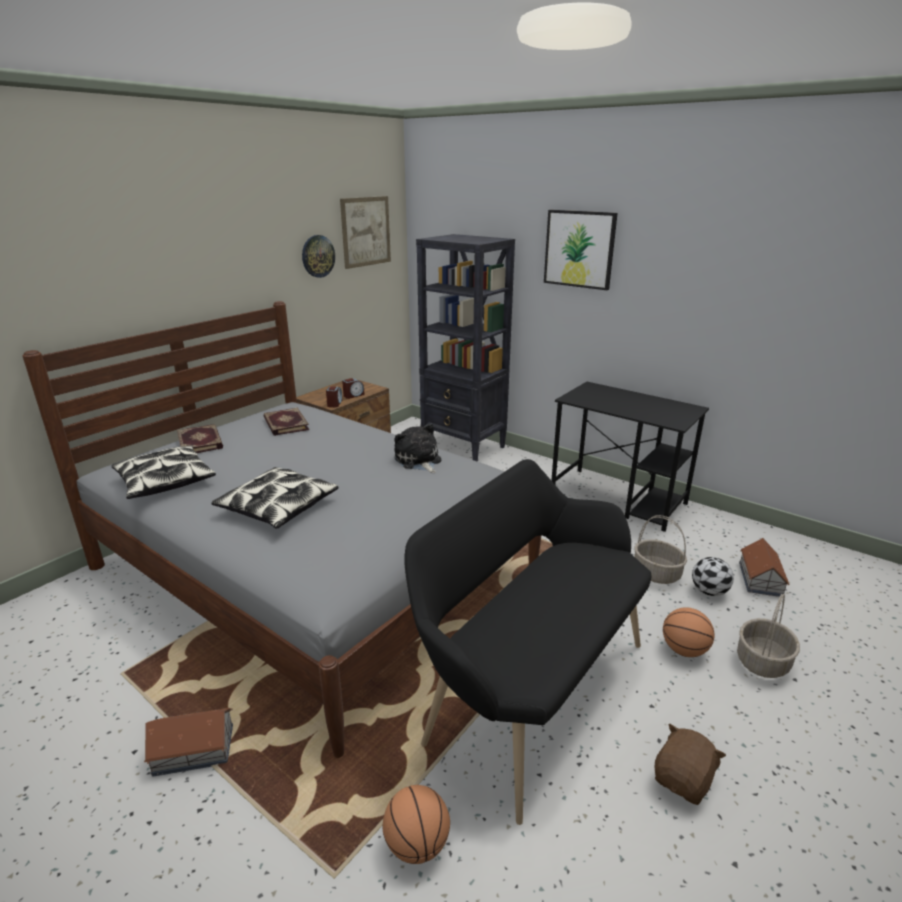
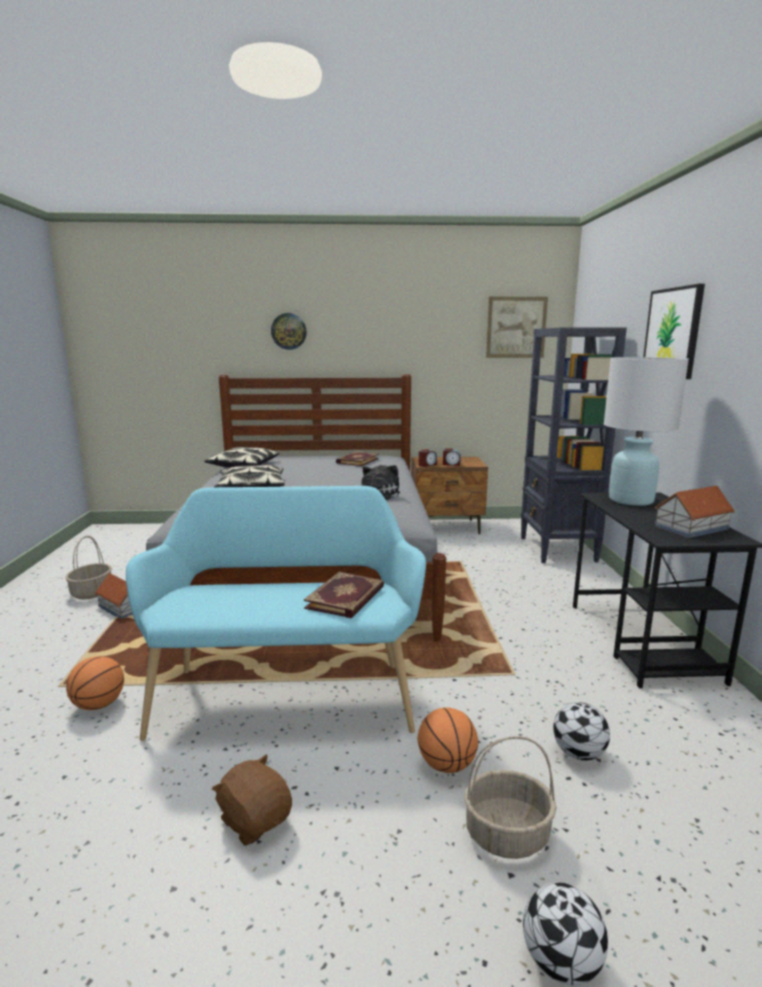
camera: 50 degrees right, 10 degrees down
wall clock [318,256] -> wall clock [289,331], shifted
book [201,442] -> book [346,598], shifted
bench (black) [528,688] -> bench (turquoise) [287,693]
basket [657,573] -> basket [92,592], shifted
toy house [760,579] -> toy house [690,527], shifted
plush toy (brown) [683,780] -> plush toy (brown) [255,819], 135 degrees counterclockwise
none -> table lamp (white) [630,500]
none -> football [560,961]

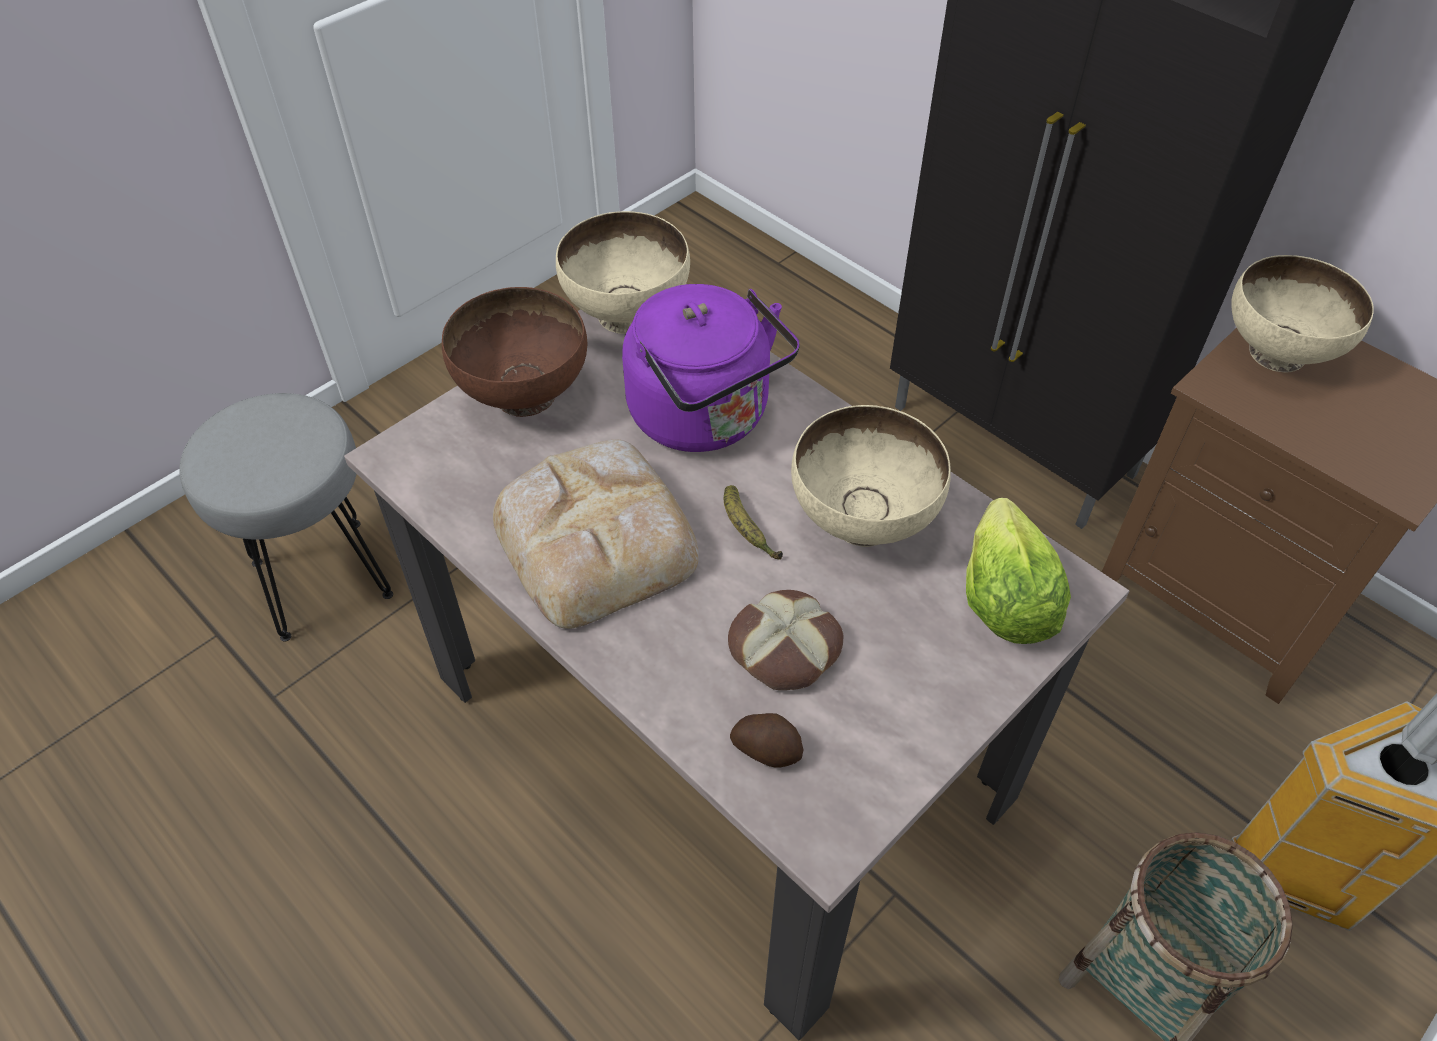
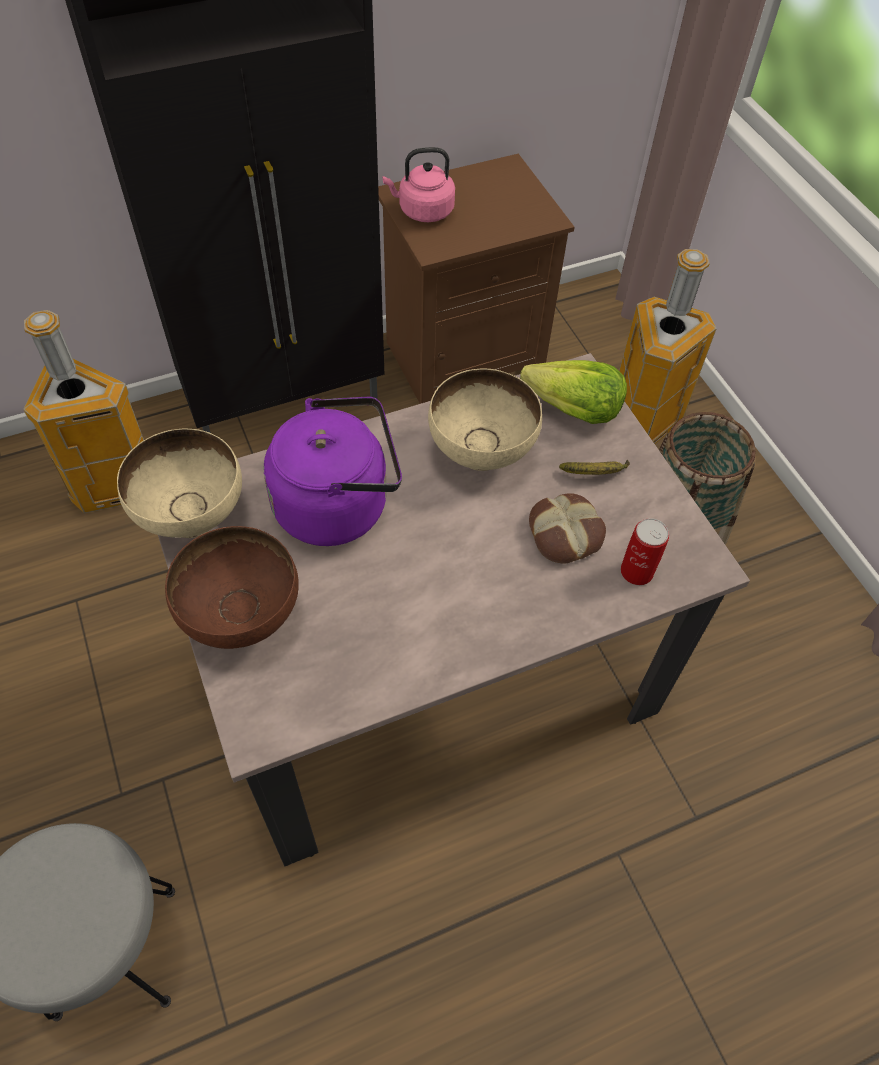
camera: 70 degrees left, 5 degrees up
bowl (beige) [1275,354] -> kettle (pink) [423,211]
bread [596,537] -> none
banana [746,530] -> banana [595,474], shifted
potato [767,748] -> can [636,571]
none -> trash can [116,486]

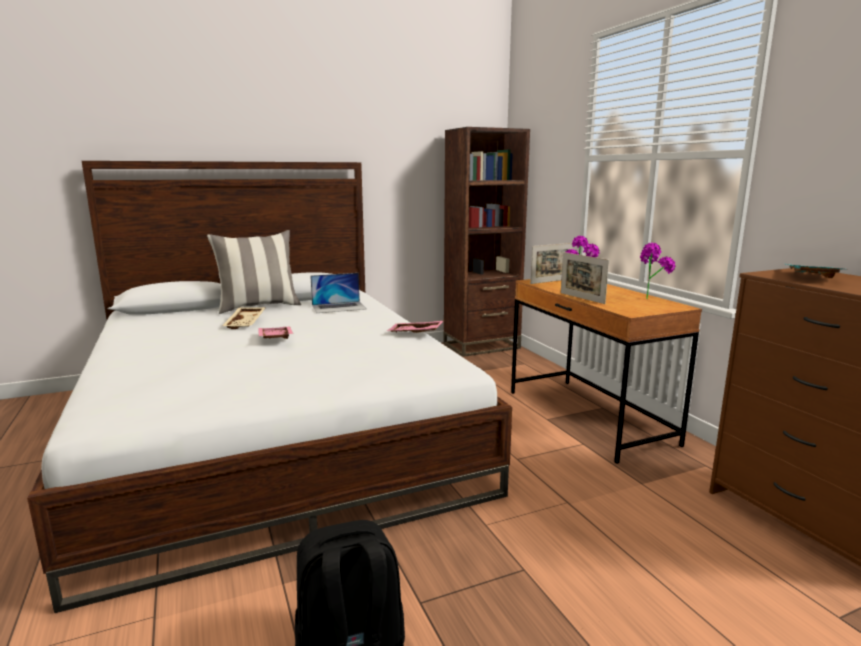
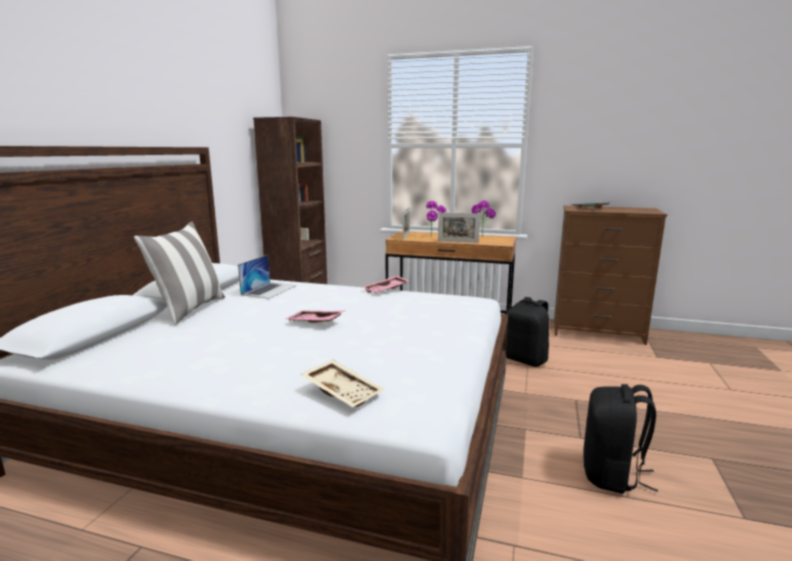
camera: 50 degrees left, 0 degrees up
tray (beige) [246,323] -> tray (beige) [343,391], shifted
none -> backpack (black) [525,359]

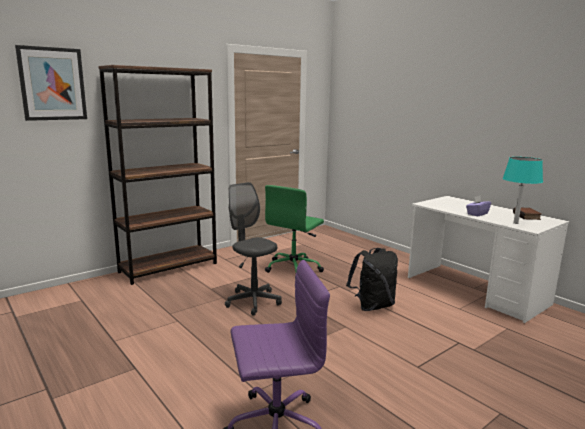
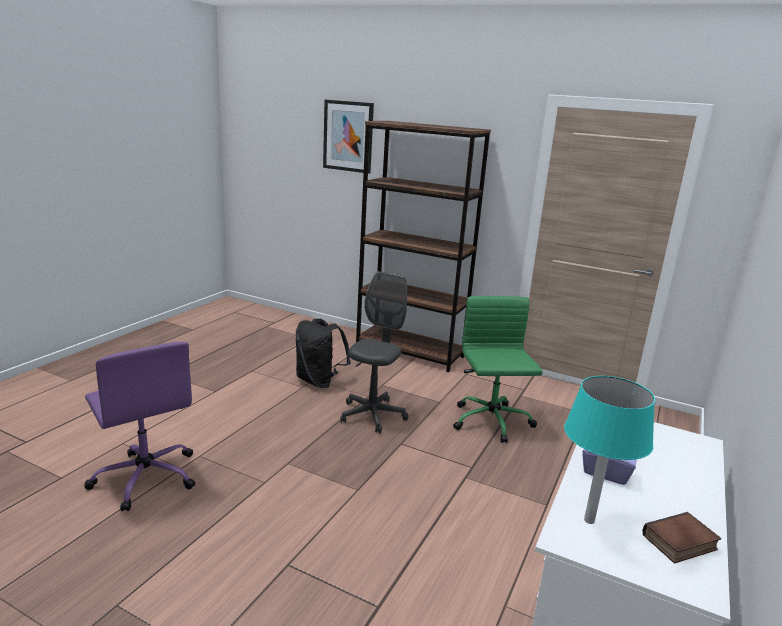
camera: 65 degrees right, 5 degrees up
office chair (green) [294,268] -> office chair (green) [491,422], 75 degrees clockwise
backpack (black) [372,306] -> backpack (black) [319,381], shifted

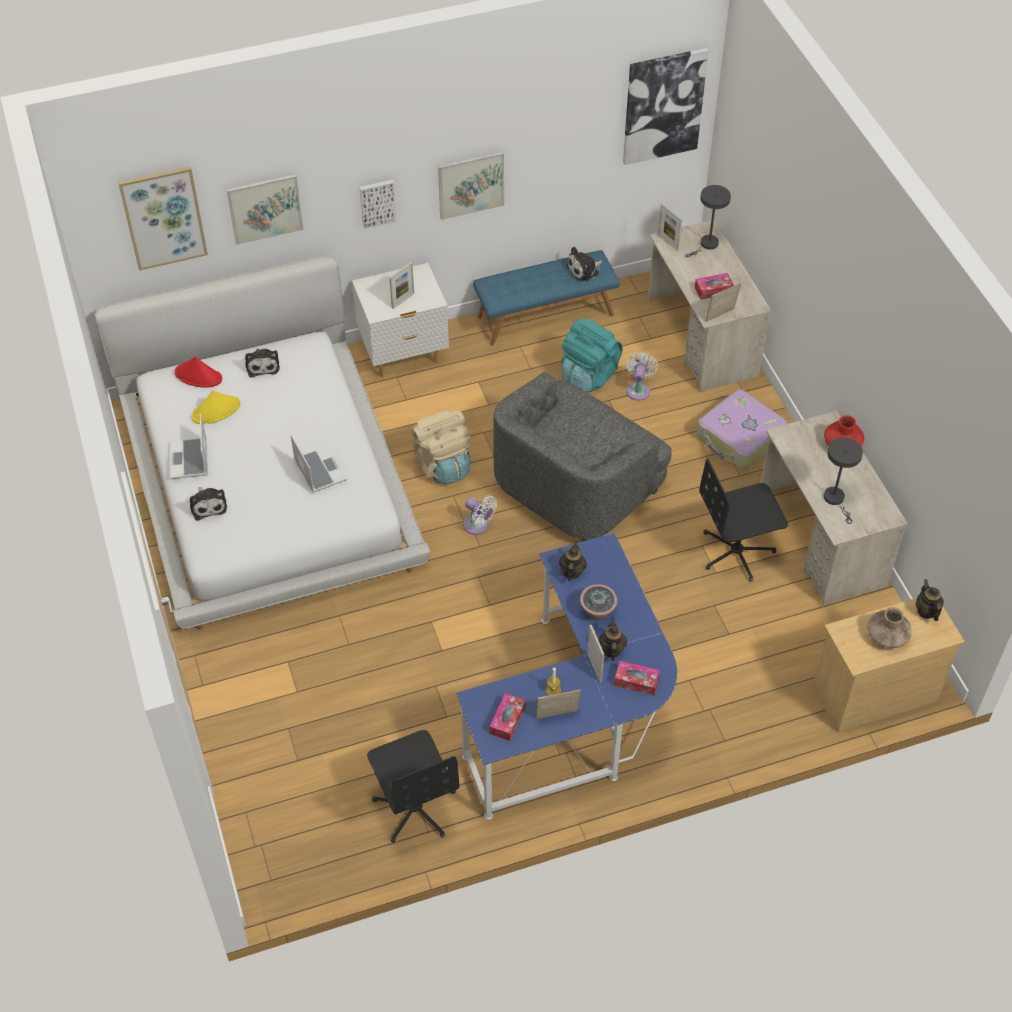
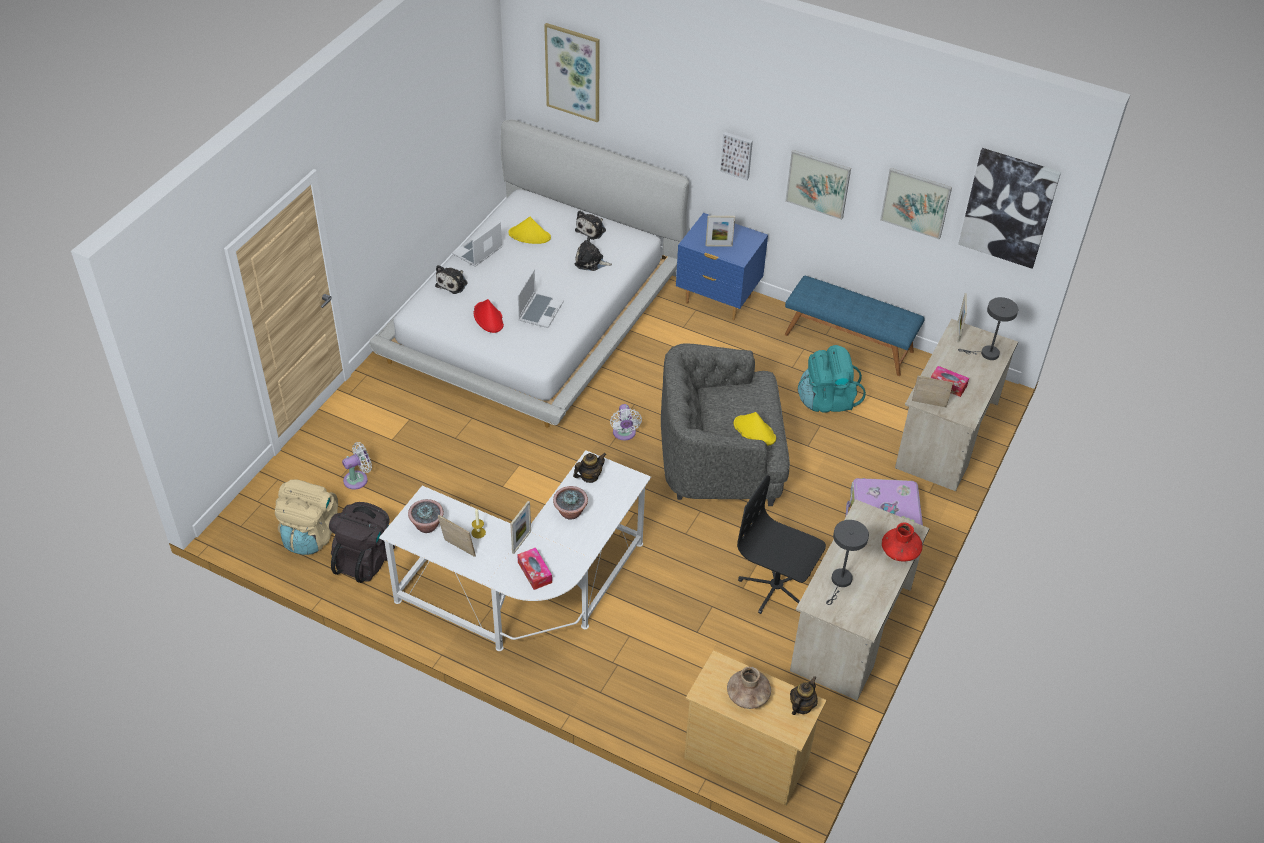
camera: 45 degrees right, 5 degrees down
picture [265,208] -> picture [915,203], shifted
plush toy [584,270] -> plush toy [591,262], shifted
nightstand (white) [403,355] -> nightstand (blue) [718,300]
fan (white) [638,389] -> fan (white) [358,479], shifted
hat (red) [198,376] -> hat (red) [488,318], shifted
backpack (beige) [443,465] -> backpack (beige) [310,535], shifted
desk (blue) [578,716] -> desk (white) [528,594]
teapot [611,650] -> none
tissue box [507,720] -> potted plant [427,526]
office chair (black) [415,807] -> backpack (black) [365,558]
none -> hat (yellow) [754,431]

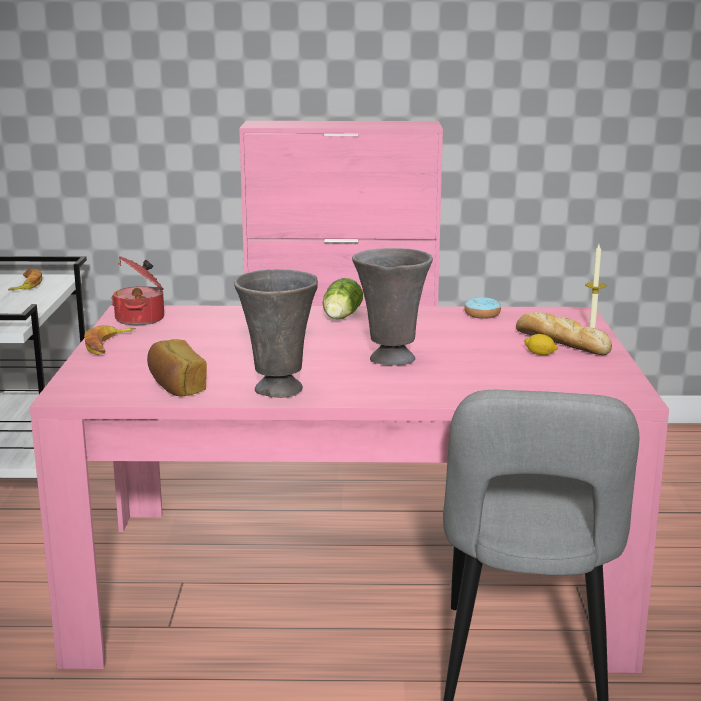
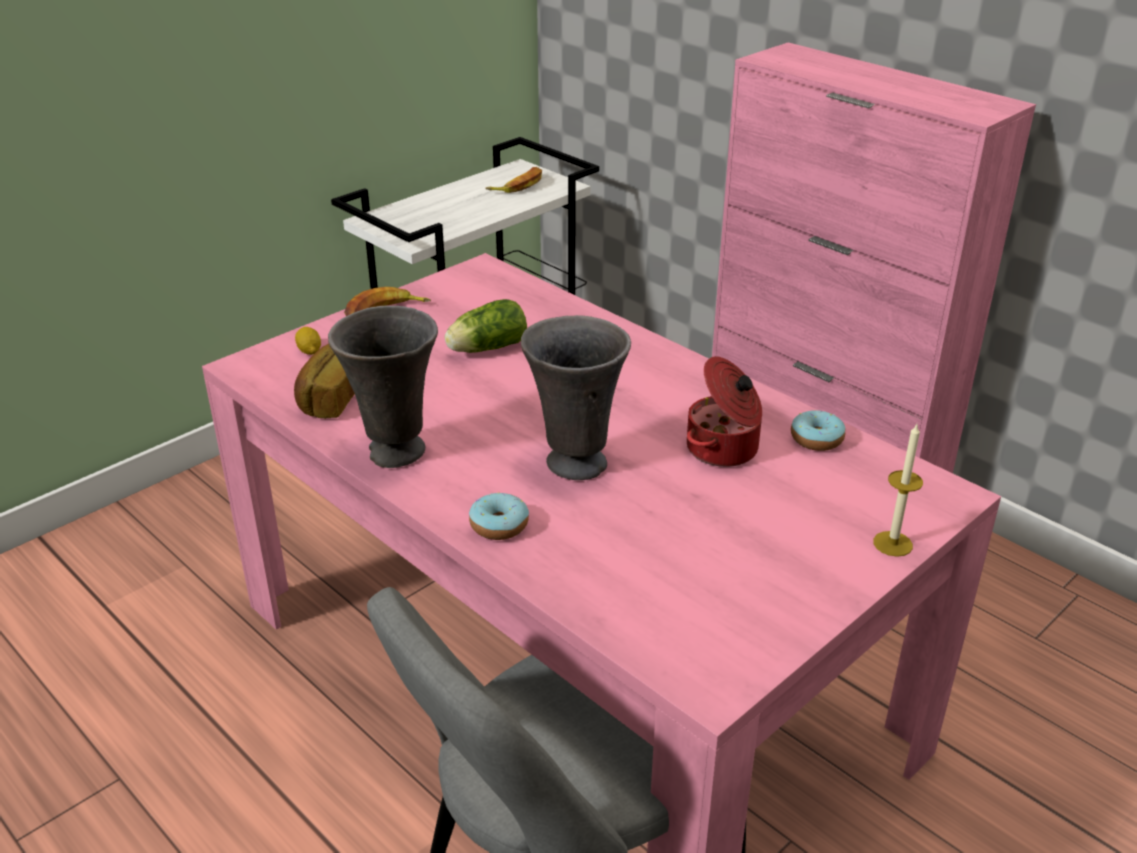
camera: 45 degrees right, 15 degrees up
cooking pot [141,319] -> cooking pot [724,449], shifted
lettuce [340,317] -> lettuce [485,348], shifted
bread [559,343] -> none
lemon [540,354] -> lemon [309,350], shifted
none -> donut [499,525]

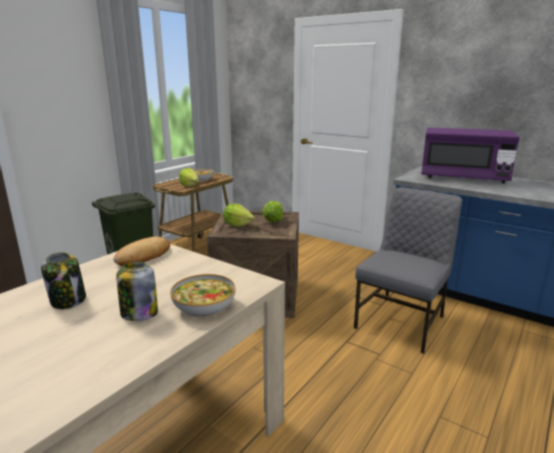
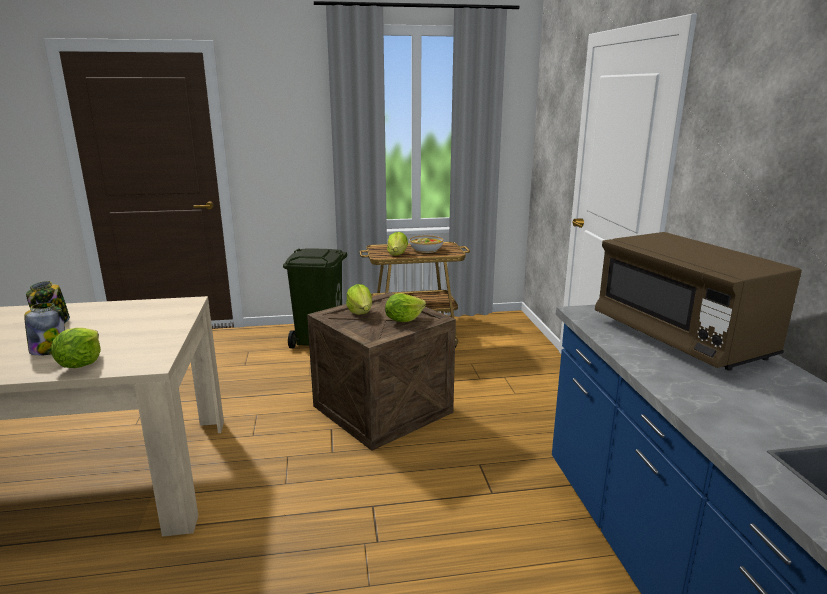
camera: 45 degrees right, 0 degrees up
microwave (purple) [463,178] -> microwave (brown) [680,338]
chair (grey) [402,322] -> none
bread [144,256] -> none
bowl [204,306] -> lettuce [81,364]

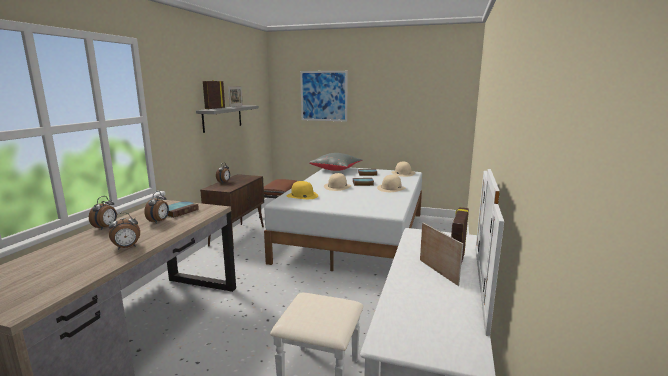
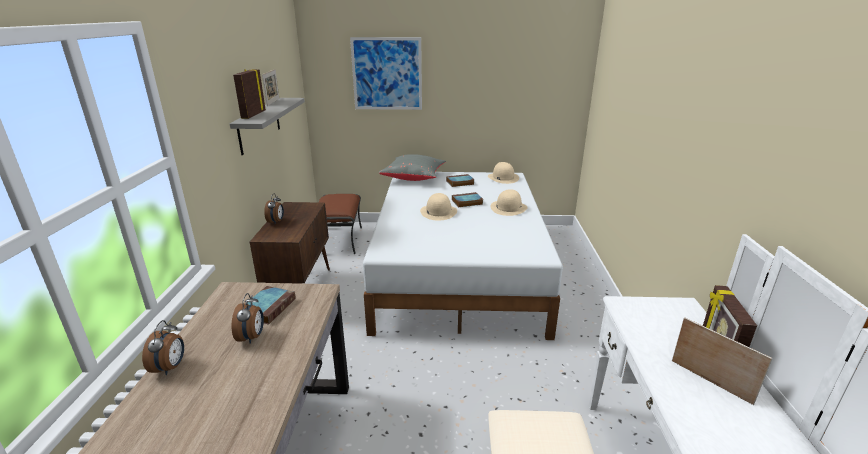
camera: 15 degrees left, 10 degrees up
hat (yellow) [302,195] -> none
alarm clock [127,247] -> none

